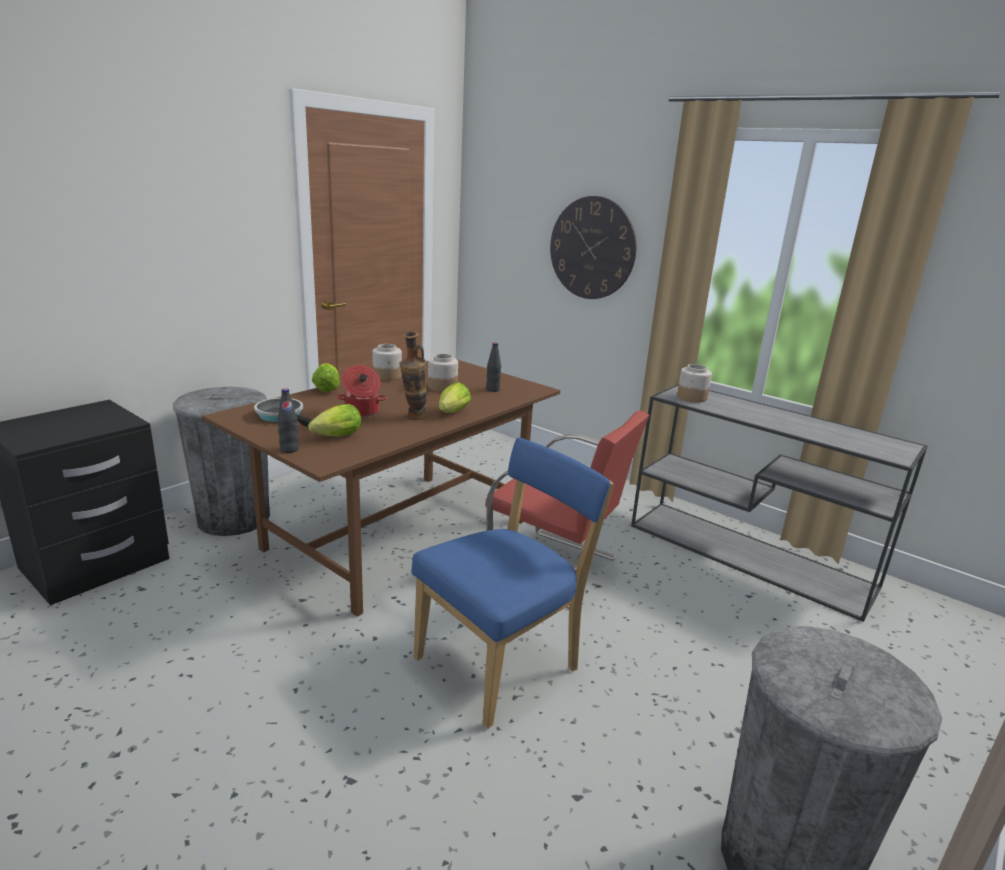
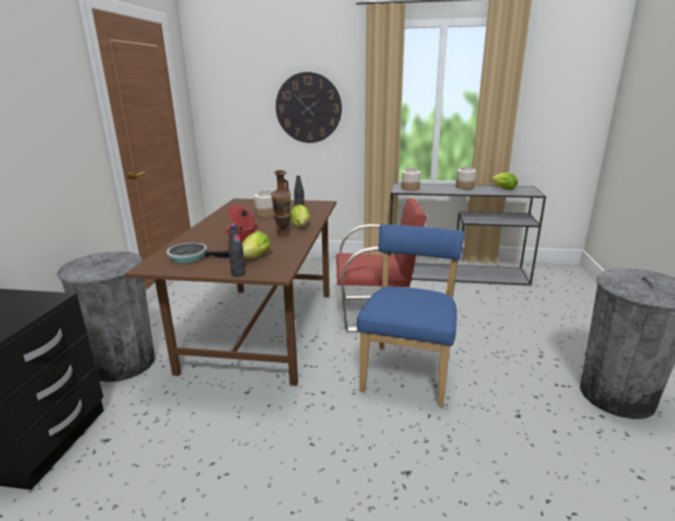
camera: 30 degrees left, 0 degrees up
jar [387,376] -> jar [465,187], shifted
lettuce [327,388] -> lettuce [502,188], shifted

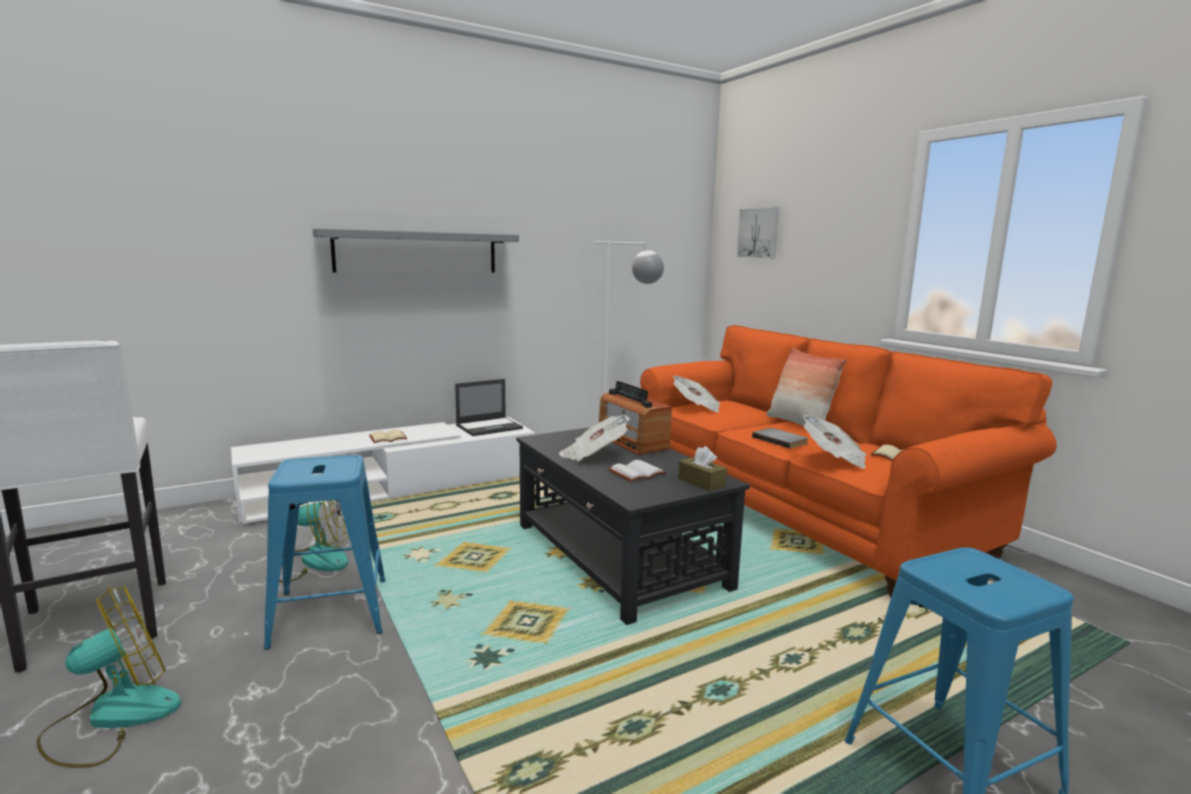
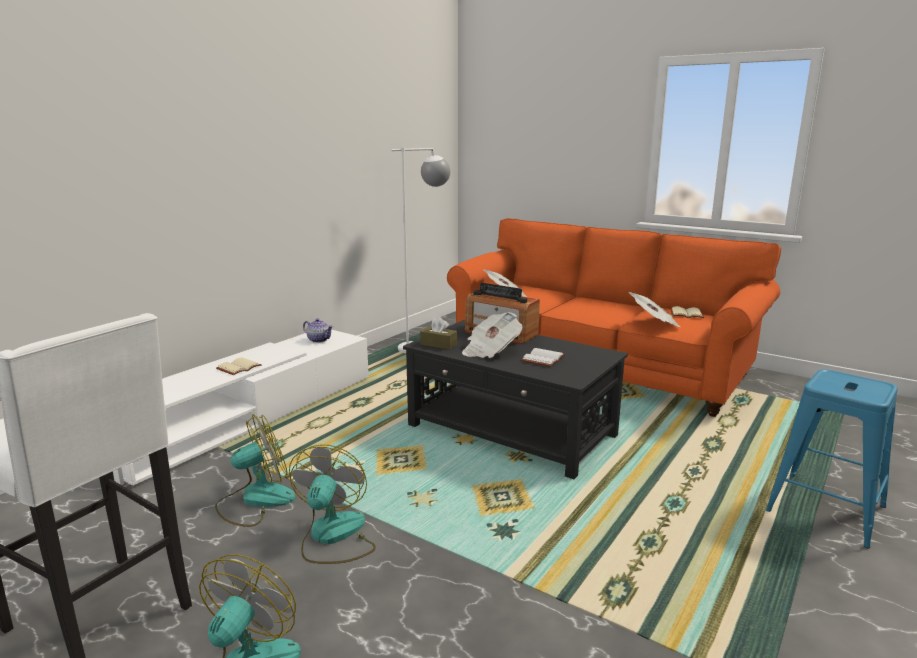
camera: 25 degrees left, 5 degrees up
picture [759,233] -> none
shelf (grey) [417,252] -> none
pillow [799,424] -> none
laptop [490,427] -> teapot [319,340]
book (grey) [781,440] -> none
tissue box (brown) [701,482] -> tissue box (brown) [438,344], shifted
stool (blue) [331,612] -> fan [333,537]

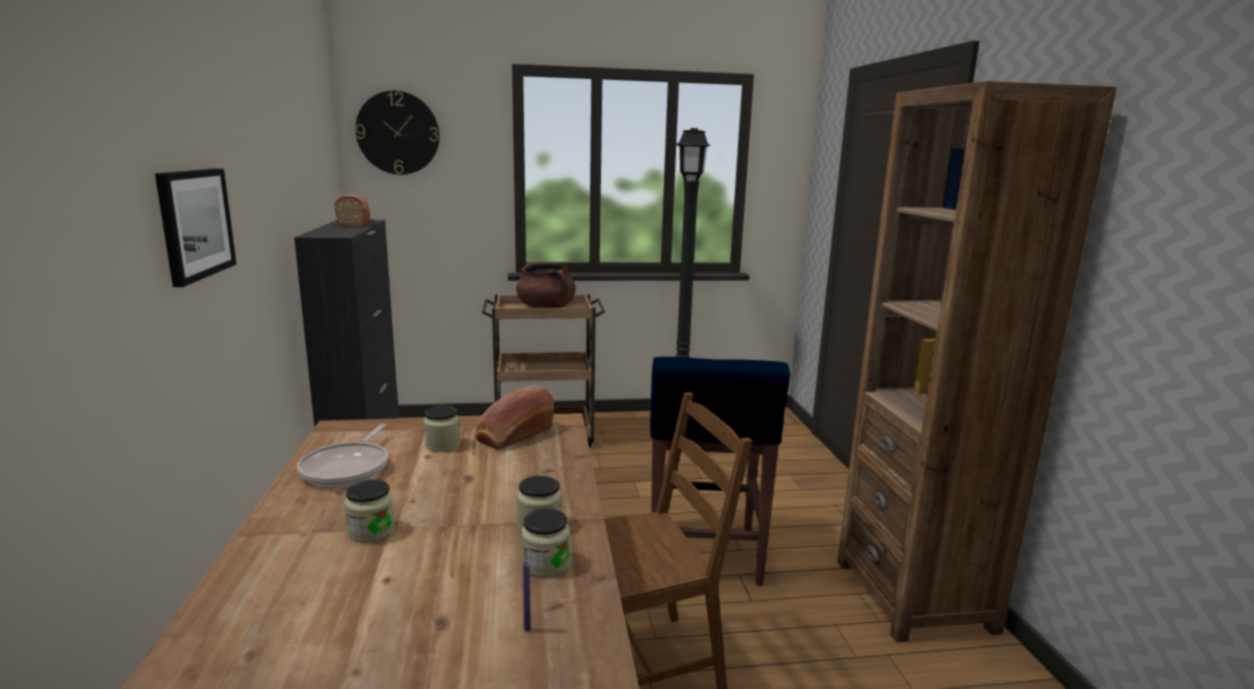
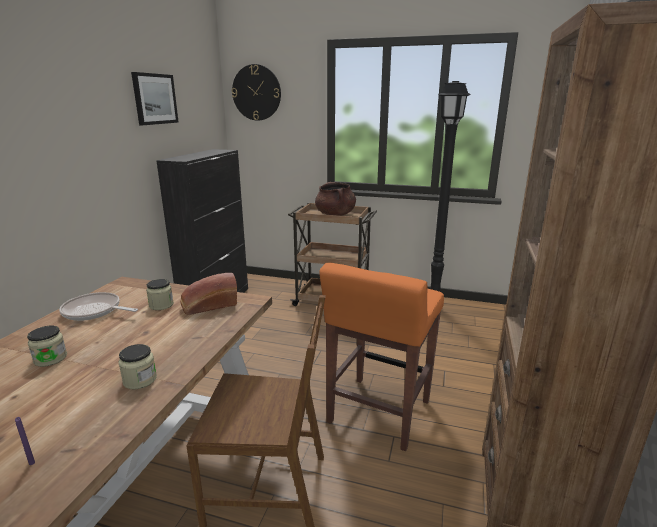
camera: 25 degrees right, 5 degrees up
picture [195,223] -> picture [155,99], shifted
bread [355,223] -> none
stool (blue) [703,554] -> stool (orange) [378,412]
frying pan [348,468] -> frying pan [94,311], 75 degrees clockwise
jar [545,564] -> none

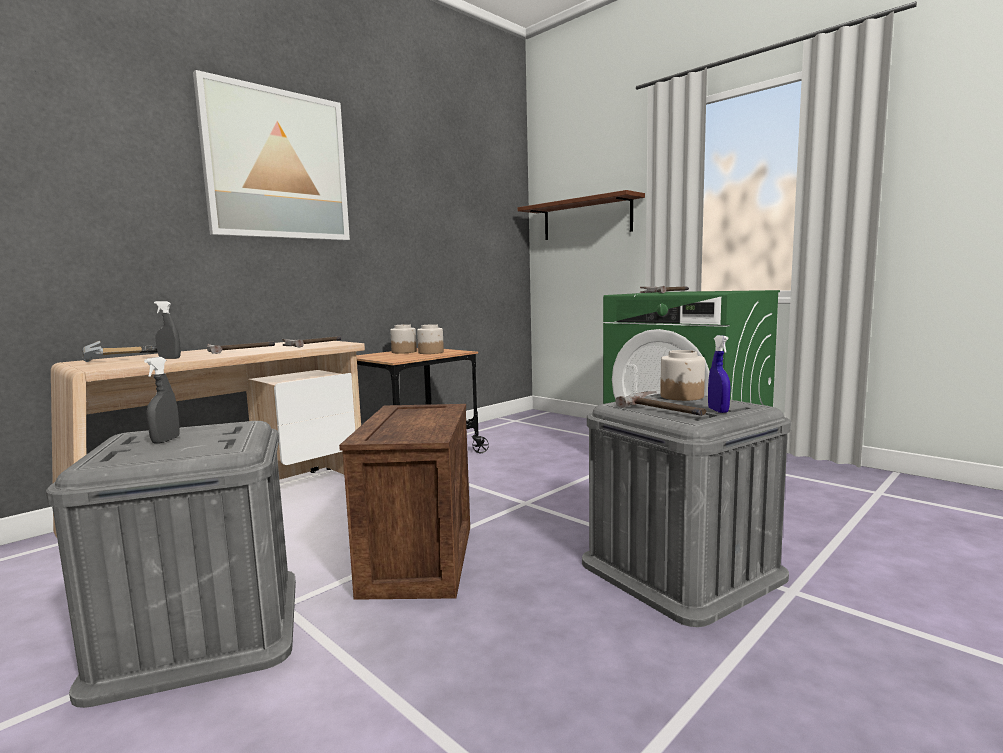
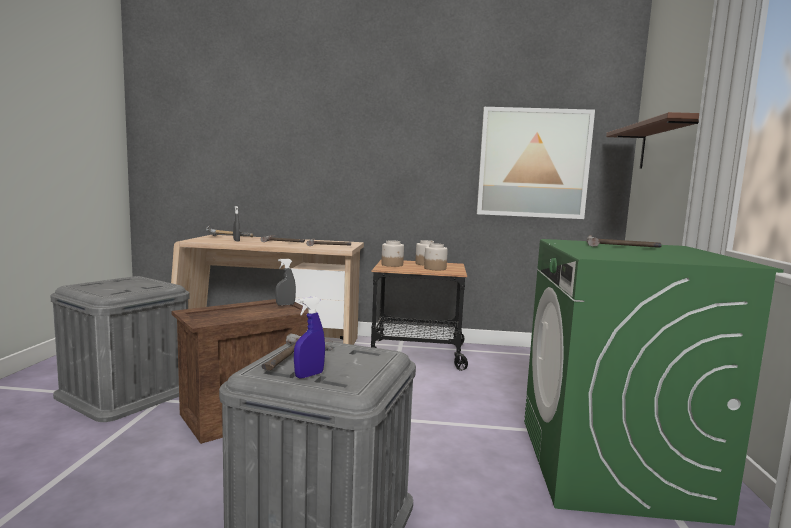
camera: 50 degrees right, 0 degrees up
picture [277,165] -> picture [533,163], shifted
jar [682,396] -> jar [392,265], shifted
spray bottle (grey) [166,440] -> spray bottle (grey) [285,304], shifted

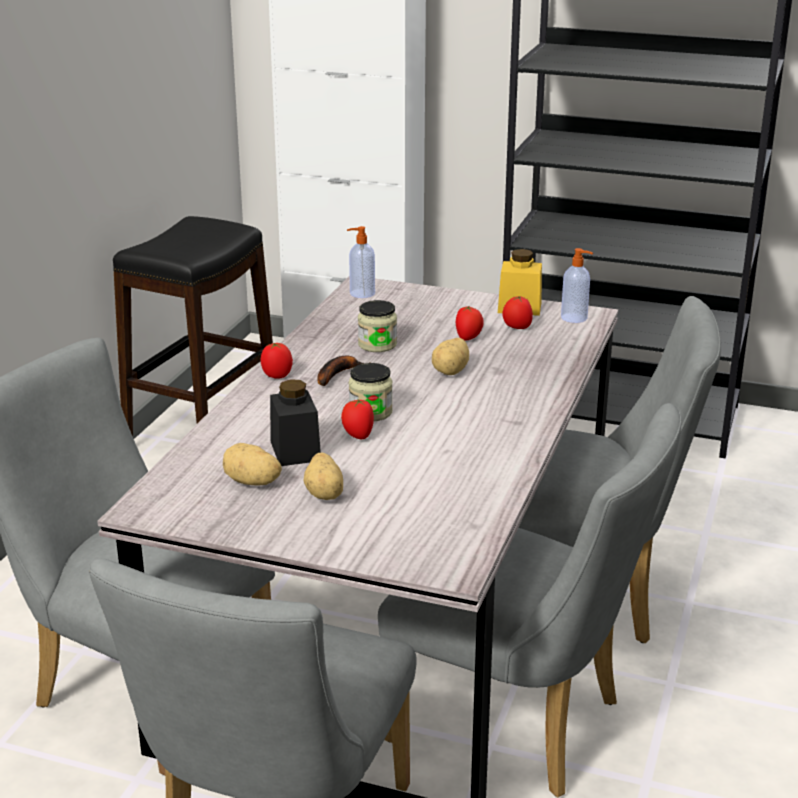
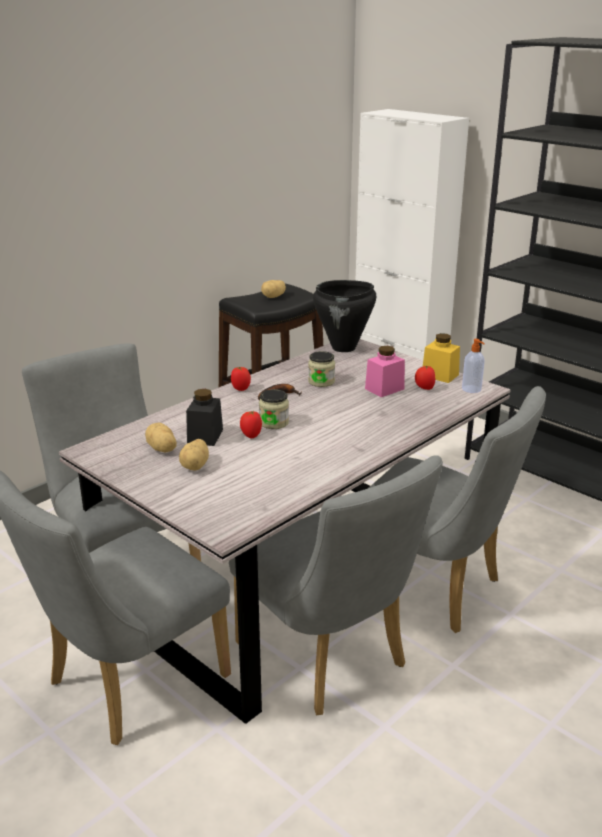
camera: 25 degrees right, 0 degrees up
soap dispenser [361,293] -> cooking pot (black) [344,348]
tomato [468,338] -> jar (pink) [384,389]
potato [452,371] -> potato [274,297], shifted

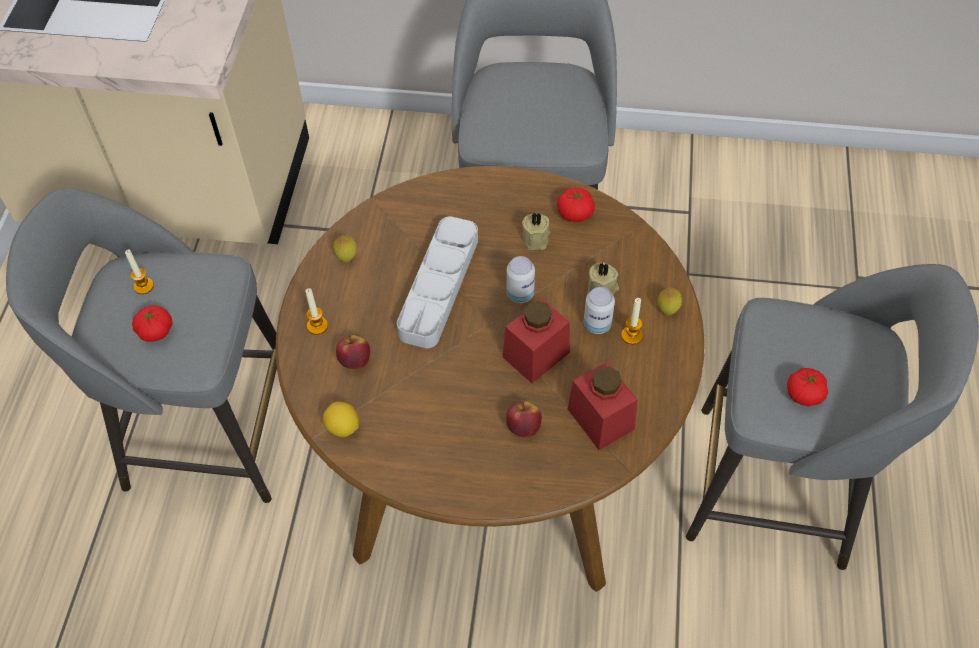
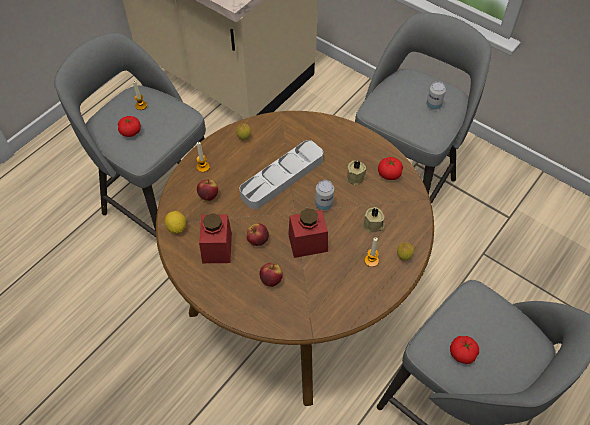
camera: 30 degrees right, 0 degrees up
can [597,324] -> can [433,105], shifted
jar (red) [600,419] -> jar (red) [217,248], shifted
none -> apple [258,240]

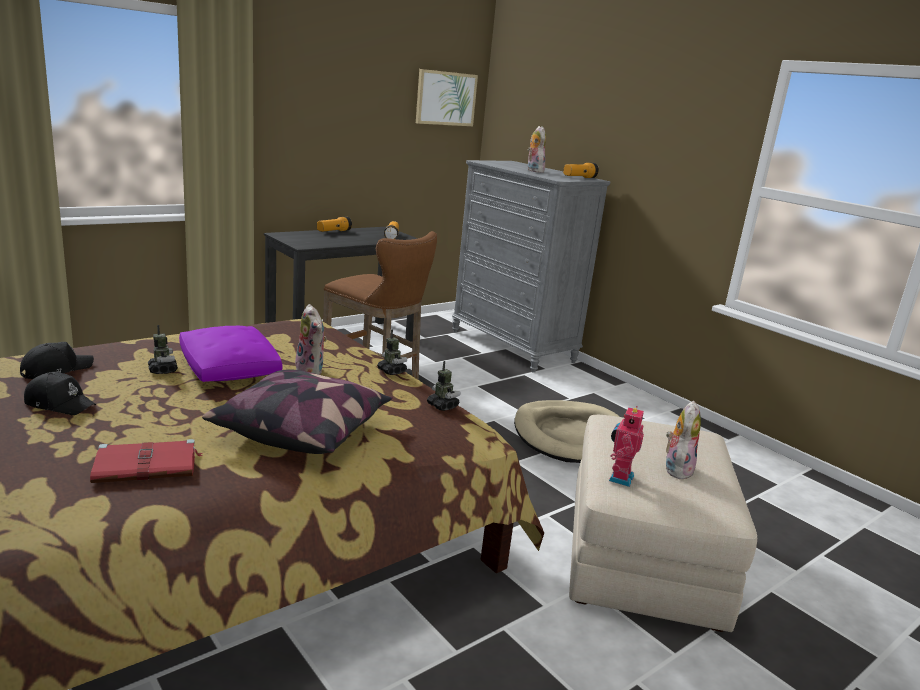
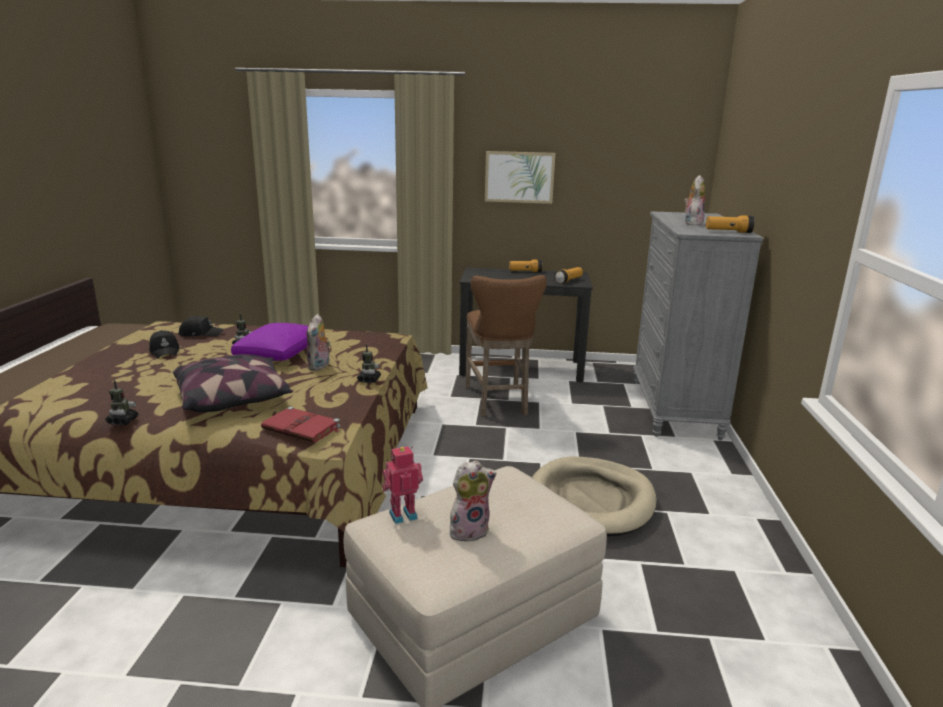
camera: 45 degrees right, 0 degrees up
picture [445,98] -> picture [519,177], shifted
toy robot [442,406] -> toy robot [122,421], shifted
book (red) [147,465] -> book (red) [302,428], shifted

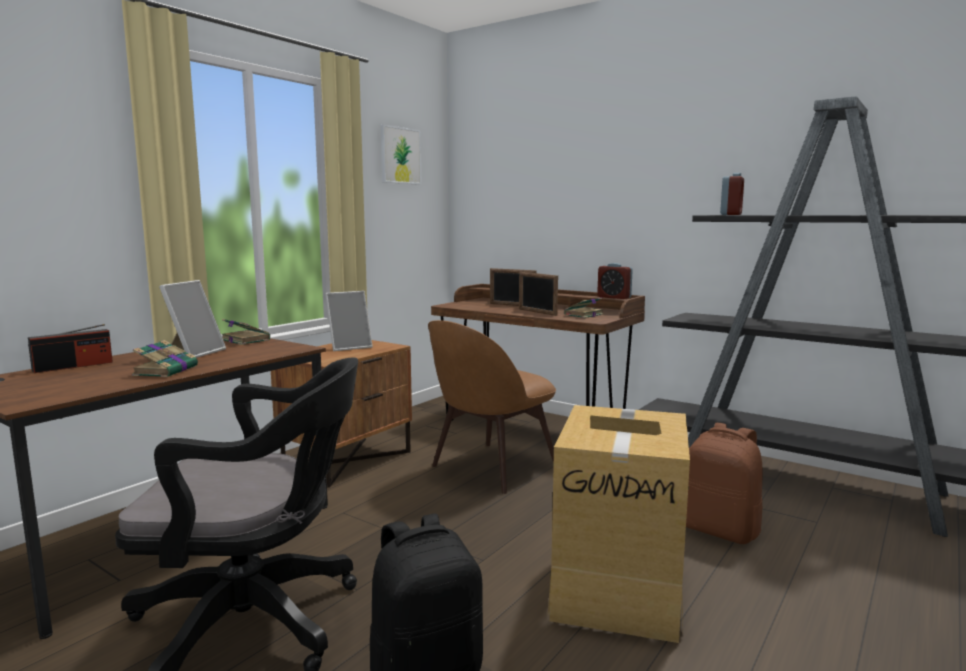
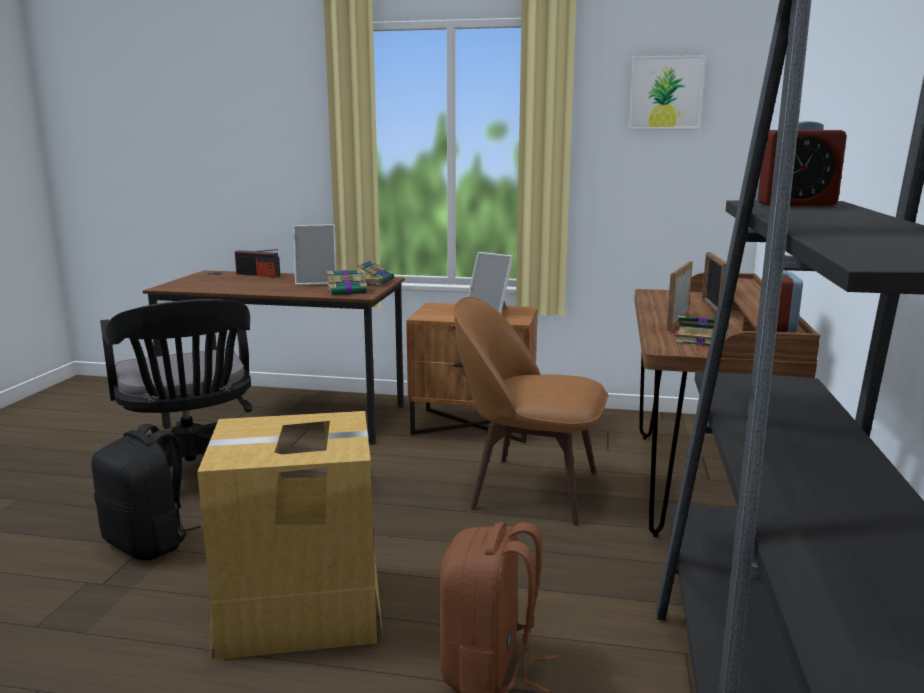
camera: 65 degrees right, 5 degrees up
book [167,370] -> book [348,291], shifted

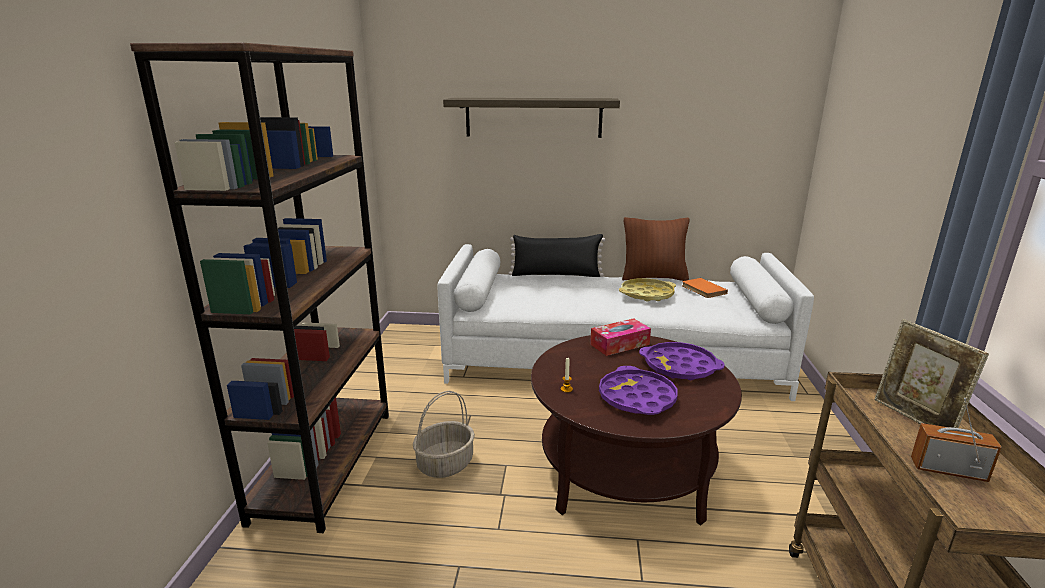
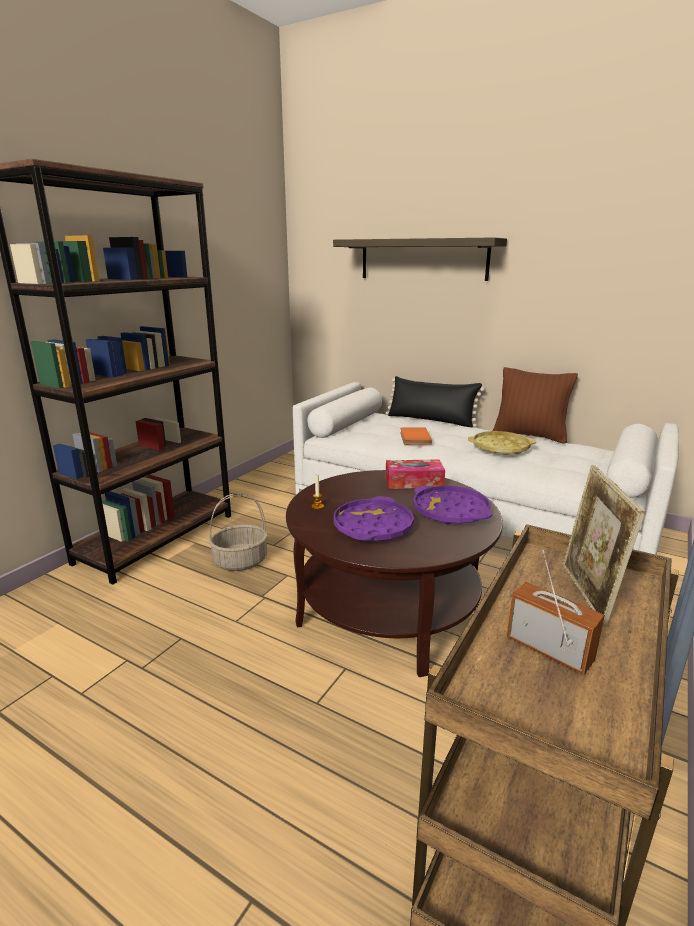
camera: 25 degrees right, 0 degrees up
book (orange) [702,290] -> book (orange) [413,438], shifted

